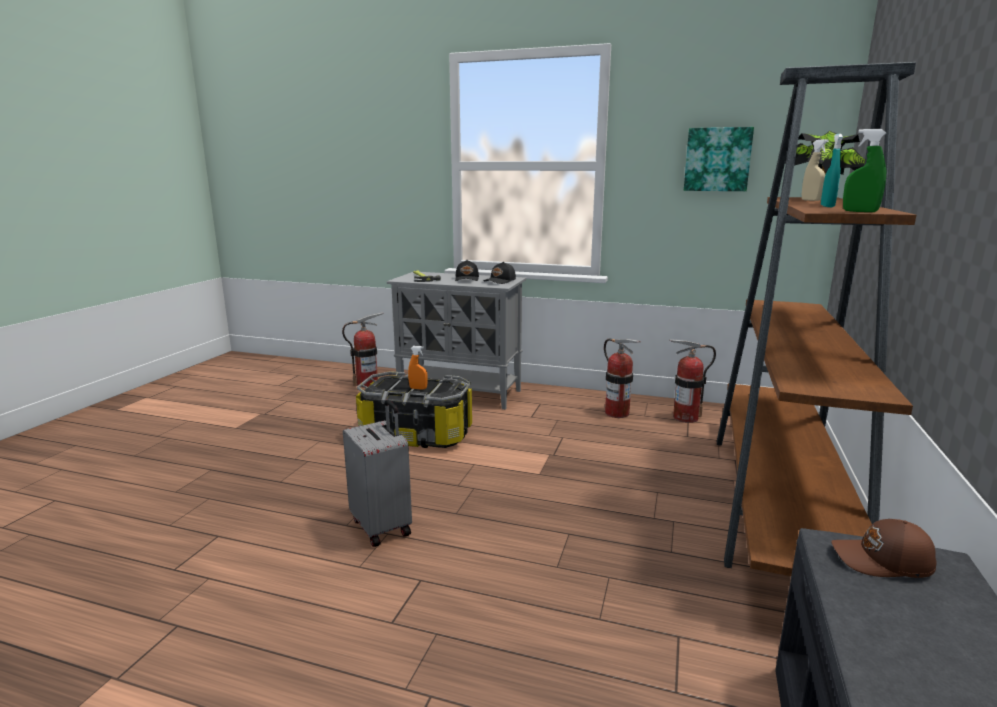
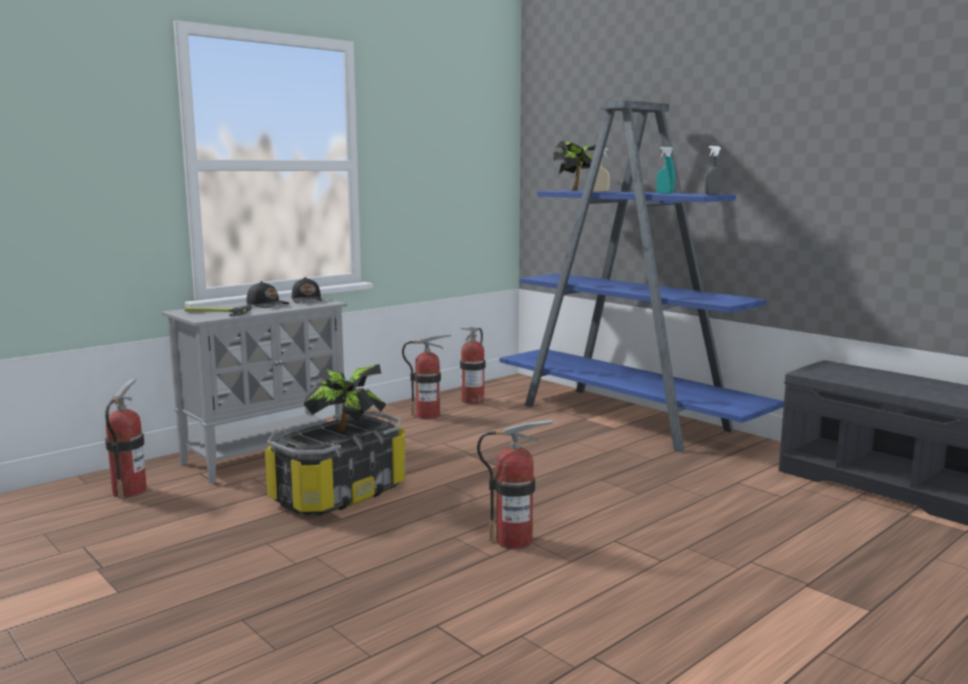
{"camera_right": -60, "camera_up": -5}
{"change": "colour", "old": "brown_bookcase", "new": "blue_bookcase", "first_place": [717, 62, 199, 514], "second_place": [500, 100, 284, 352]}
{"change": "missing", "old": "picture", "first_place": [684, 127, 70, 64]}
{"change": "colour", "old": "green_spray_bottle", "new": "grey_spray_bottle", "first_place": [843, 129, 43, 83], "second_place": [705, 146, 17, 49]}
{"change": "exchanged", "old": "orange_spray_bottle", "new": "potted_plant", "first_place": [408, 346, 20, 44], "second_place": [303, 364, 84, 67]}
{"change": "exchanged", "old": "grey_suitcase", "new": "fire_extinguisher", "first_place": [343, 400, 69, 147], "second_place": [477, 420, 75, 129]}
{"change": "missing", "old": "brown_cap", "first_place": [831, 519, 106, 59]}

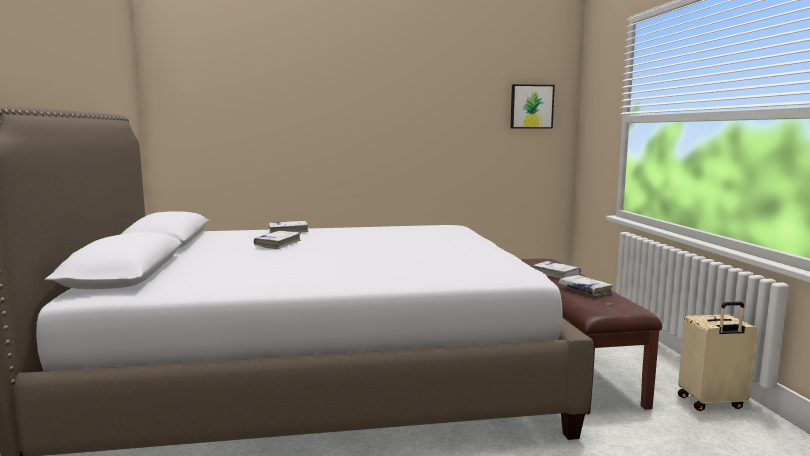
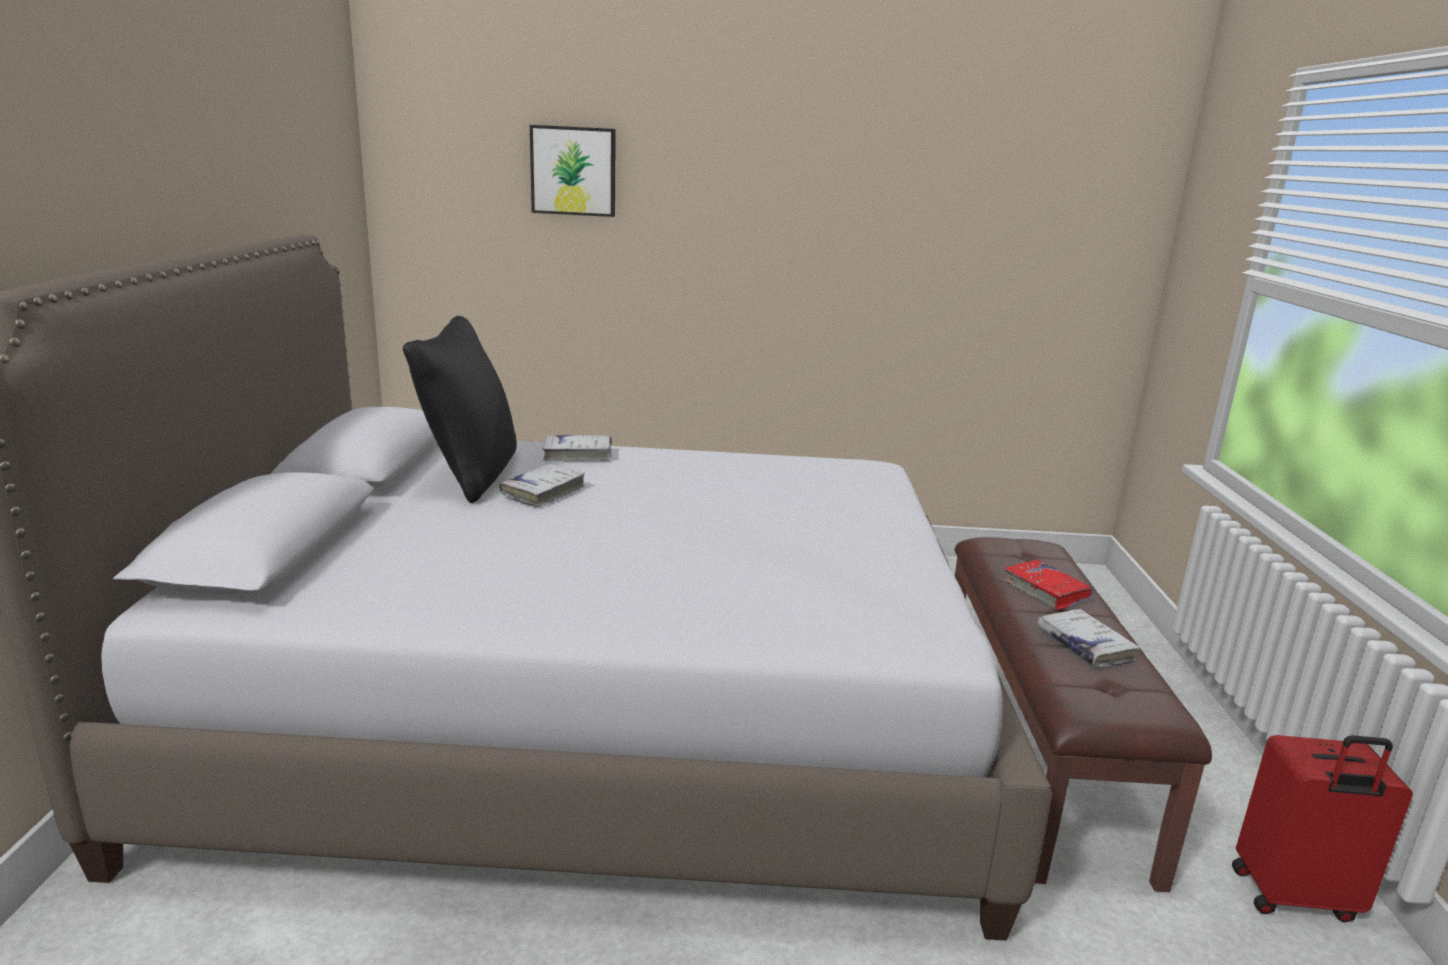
{"camera_right": 10, "camera_up": 10}
{"change": "relocated", "old": "picture", "first_place": [510, 84, 45, 45], "second_place": [530, 125, 86, 92]}
{"change": "colour", "old": "white_book", "new": "red_book", "first_place": [533, 261, 48, 18], "second_place": [1003, 559, 91, 51]}
{"change": "colour", "old": "beige_suitcase", "new": "red_suitcase", "first_place": [678, 302, 79, 109], "second_place": [1232, 735, 181, 188]}
{"change": "appeared", "new": "black_pillow", "second_place": [403, 316, 114, 187]}

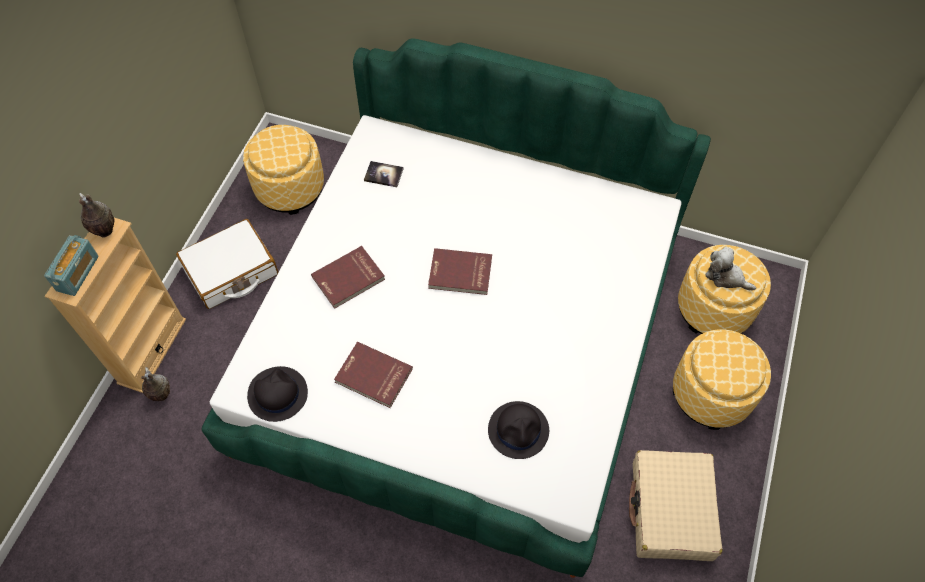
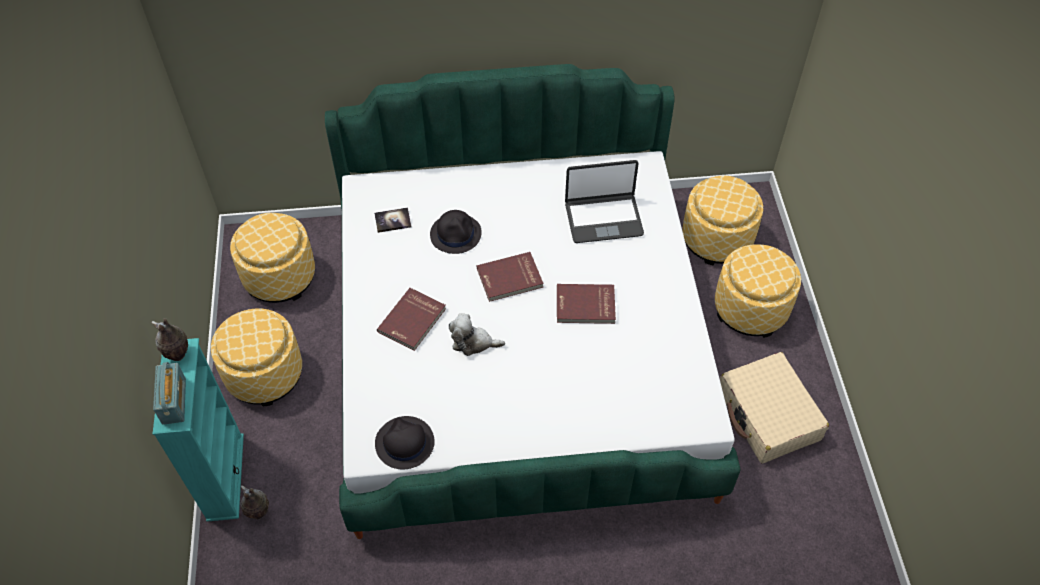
{"camera_right": -25, "camera_up": -5}
{"change": "colour", "old": "beige_bookcase", "new": "turquoise_bookcase", "first_place": [45, 218, 141, 175], "second_place": [153, 338, 91, 184]}
{"change": "exchanged", "old": "white_suitcase", "new": "ottoman", "first_place": [176, 219, 102, 90], "second_place": [211, 309, 91, 98]}
{"change": "relocated", "old": "plush_toy", "first_place": [705, 247, 51, 44], "second_place": [449, 314, 56, 42]}
{"change": "relocated", "old": "red_book", "first_place": [334, 342, 79, 66], "second_place": [557, 284, 59, 40]}
{"change": "relocated", "old": "black_hat", "first_place": [488, 401, 61, 58], "second_place": [430, 210, 52, 44]}
{"change": "appeared", "new": "laptop", "second_place": [565, 160, 79, 83]}

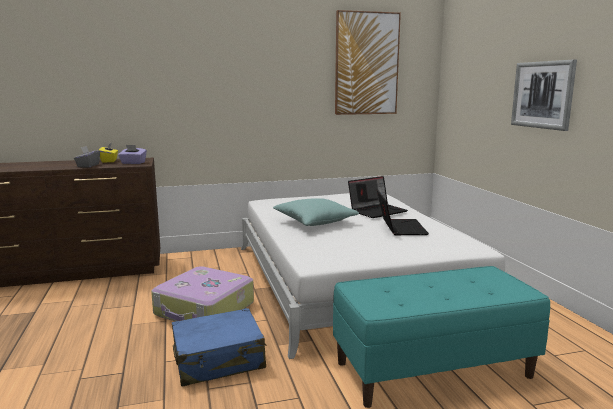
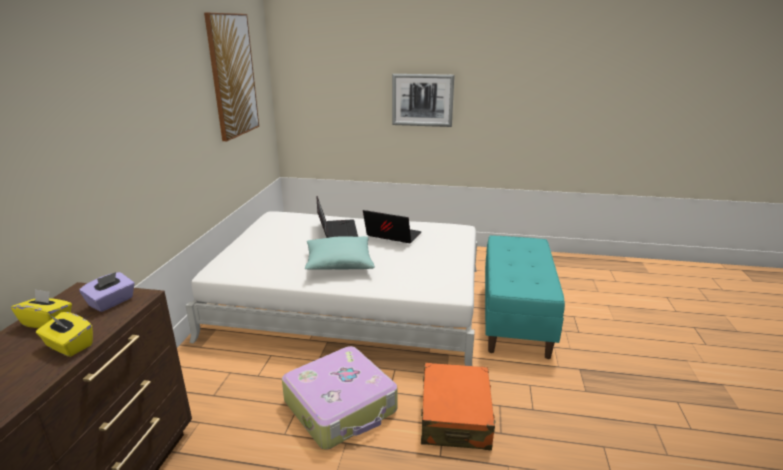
{"camera_right": -65, "camera_up": 10}
{"change": "colour", "old": "grey_tissue_box", "new": "yellow_tissue_box", "first_place": [74, 146, 26, 21], "second_place": [36, 312, 57, 45]}
{"change": "colour", "old": "blue_suitcase", "new": "orange_suitcase", "first_place": [172, 308, 94, 79], "second_place": [421, 363, 74, 87]}

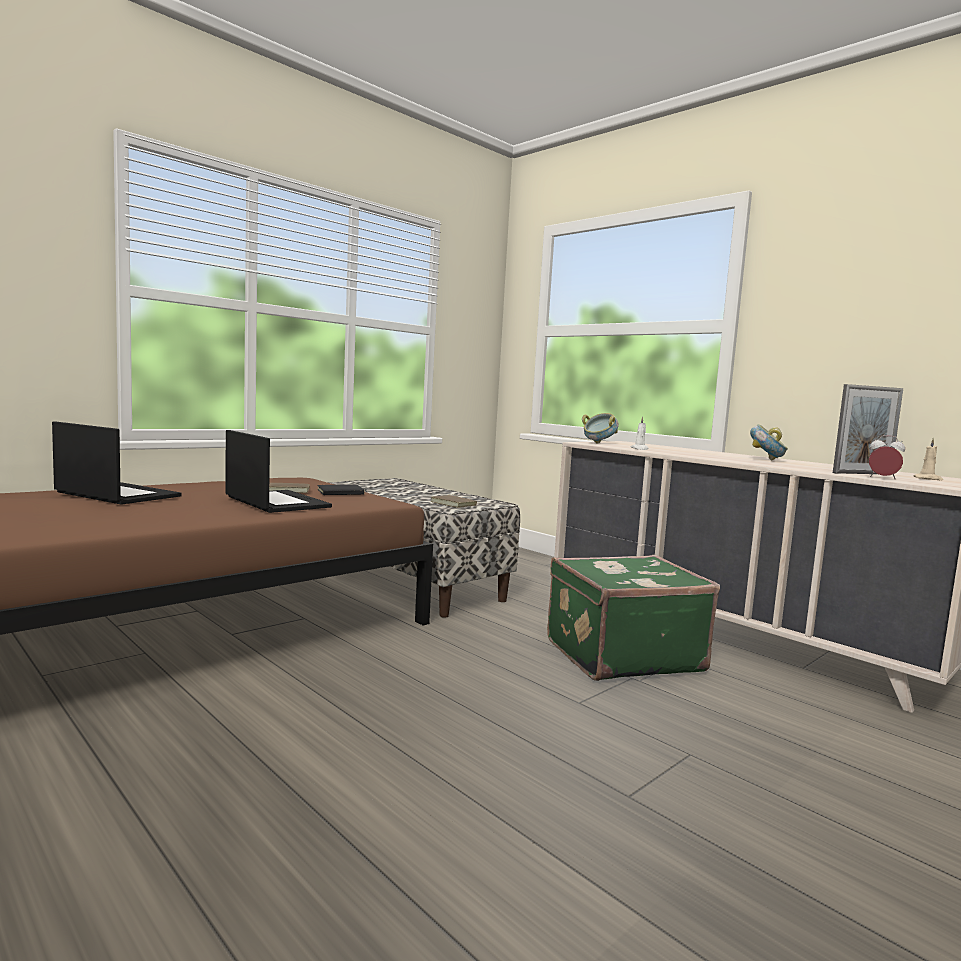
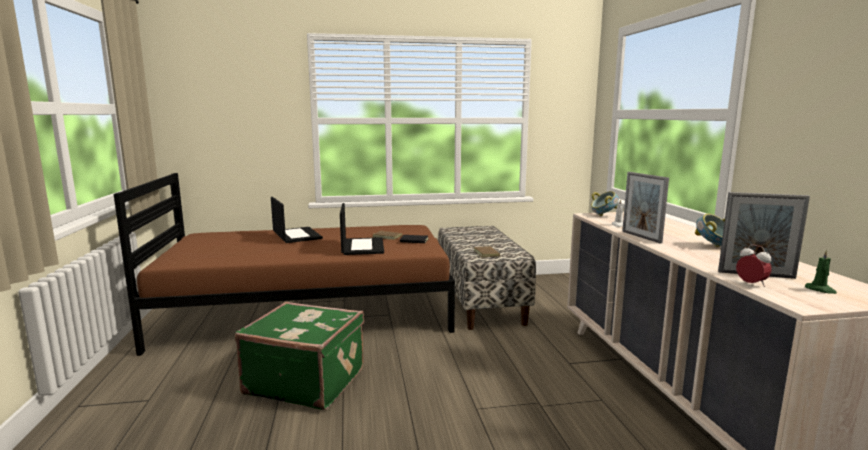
{"camera_right": 35, "camera_up": 5}
{"change": "colour", "old": "beige_candle", "new": "green_candle", "first_place": [914, 438, 29, 42], "second_place": [805, 250, 32, 44]}
{"change": "relocated", "old": "green_suitcase", "first_place": [547, 555, 173, 126], "second_place": [235, 302, 129, 108]}
{"change": "appeared", "new": "picture_frame", "second_place": [622, 172, 47, 71]}

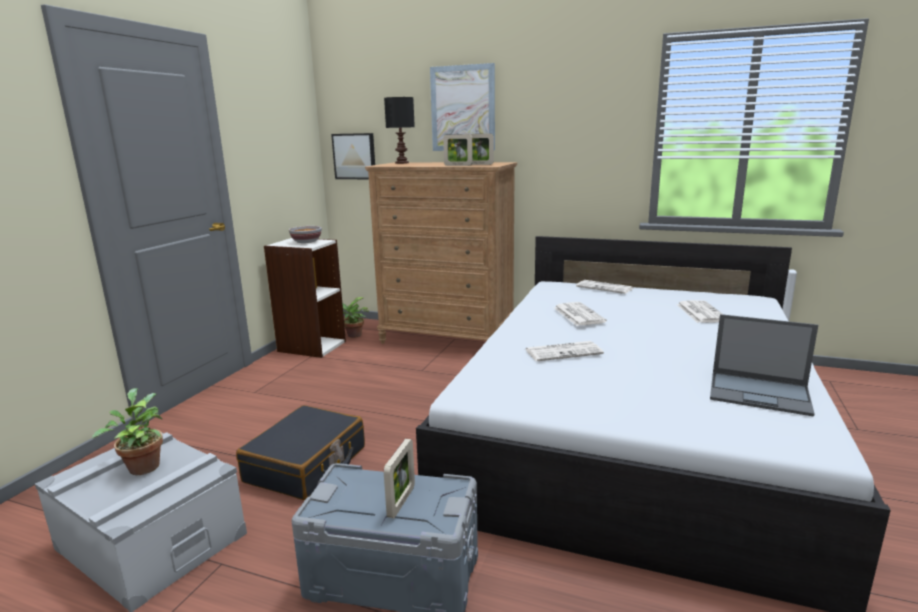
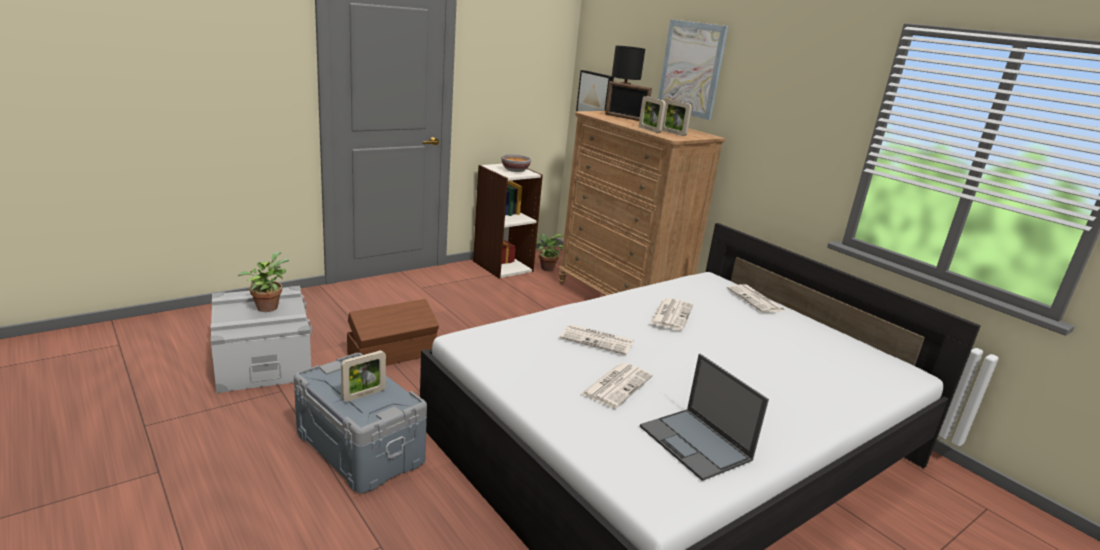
{"camera_right": 30, "camera_up": 5}
{"change": "relocated", "old": "newspaper", "first_place": [676, 300, 48, 23], "second_place": [581, 363, 72, 45]}
{"change": "exchanged", "old": "black_suitcase", "new": "brown_storage_box", "first_place": [236, 405, 129, 95], "second_place": [347, 299, 92, 67]}
{"change": "appeared", "new": "picture_frame", "second_place": [605, 81, 47, 40]}

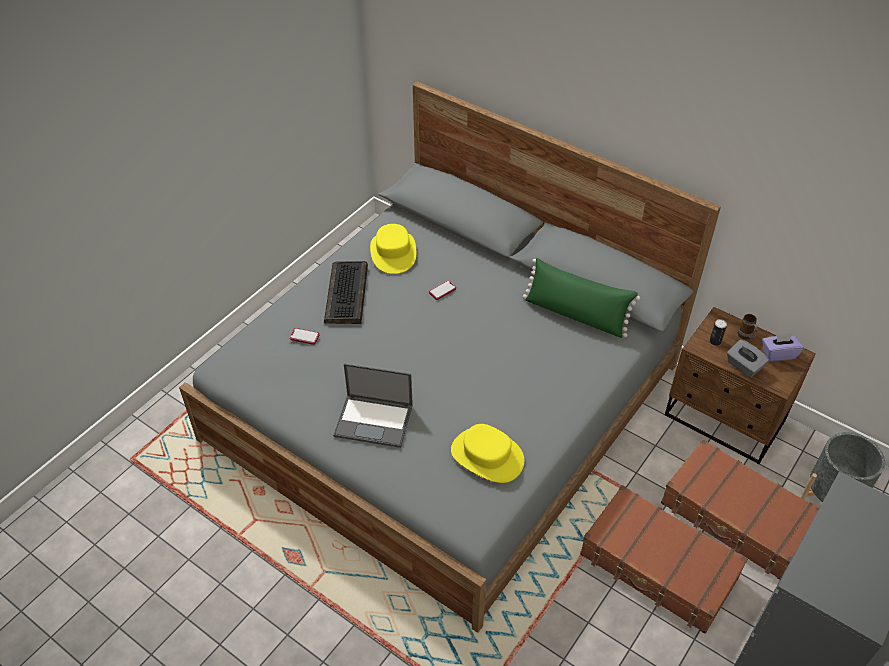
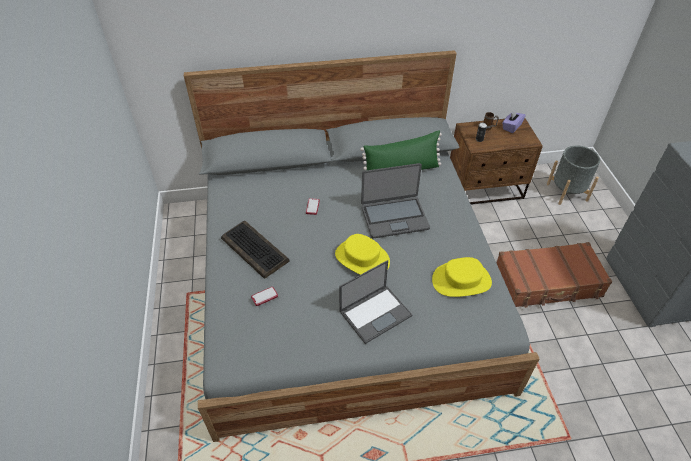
{"camera_right": -45, "camera_up": 0}
{"change": "relocated", "old": "yellow_hat", "first_place": [370, 224, 46, 50], "second_place": [335, 234, 55, 41]}
{"change": "missing", "old": "grey_tissue_box", "first_place": [727, 339, 42, 39]}
{"change": "missing", "old": "brown_suitcase", "first_place": [661, 439, 158, 141]}
{"change": "appeared", "new": "laptop", "second_place": [361, 163, 69, 76]}

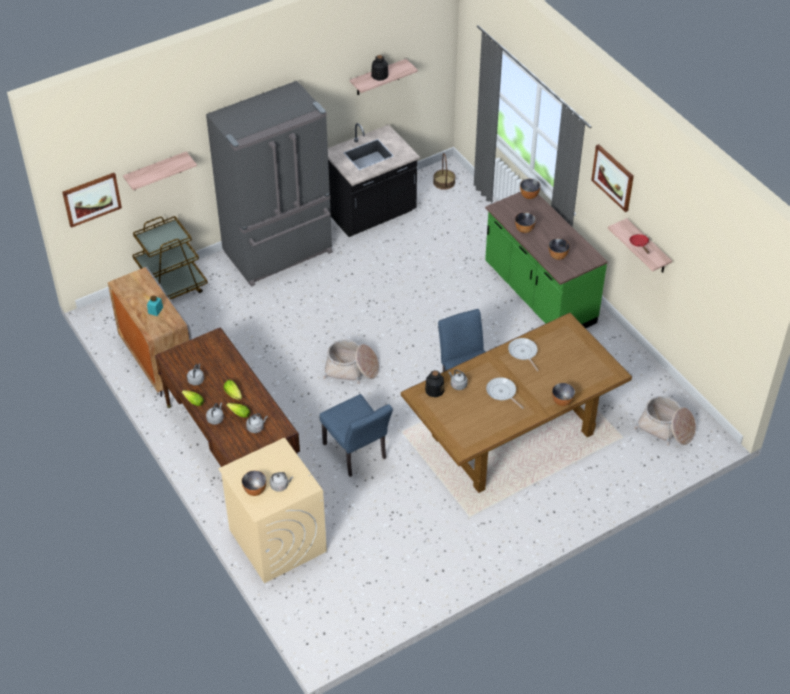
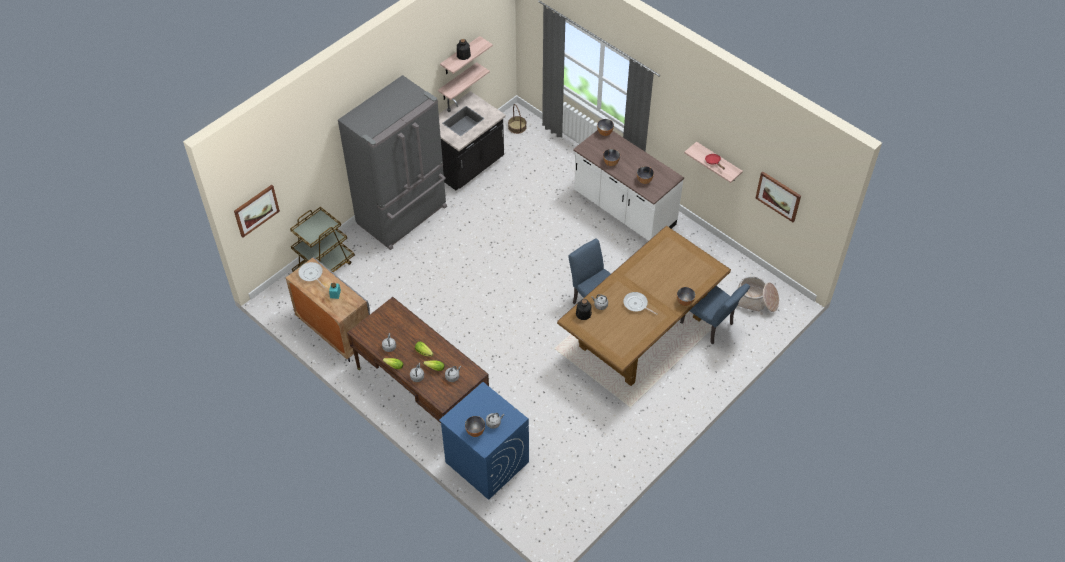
{"camera_right": -15, "camera_up": 5}
{"change": "relocated", "old": "picture", "first_place": [591, 144, 43, 68], "second_place": [756, 171, 45, 51]}
{"change": "relocated", "old": "shelf", "first_place": [123, 151, 74, 39], "second_place": [438, 62, 52, 38]}
{"change": "colour", "old": "green_counter", "new": "white_counter", "first_place": [485, 192, 123, 136], "second_place": [573, 130, 111, 111]}
{"change": "relocated", "old": "frying_pan", "first_place": [508, 338, 30, 33], "second_place": [298, 262, 28, 26]}
{"change": "missing", "old": "basket", "first_place": [323, 340, 56, 44]}
{"change": "relocated", "old": "blue_chair", "first_place": [320, 394, 73, 83], "second_place": [680, 283, 70, 62]}
{"change": "colour", "old": "beige_washing_machine", "new": "blue_washing_machine", "first_place": [218, 438, 109, 145], "second_place": [439, 382, 90, 118]}

